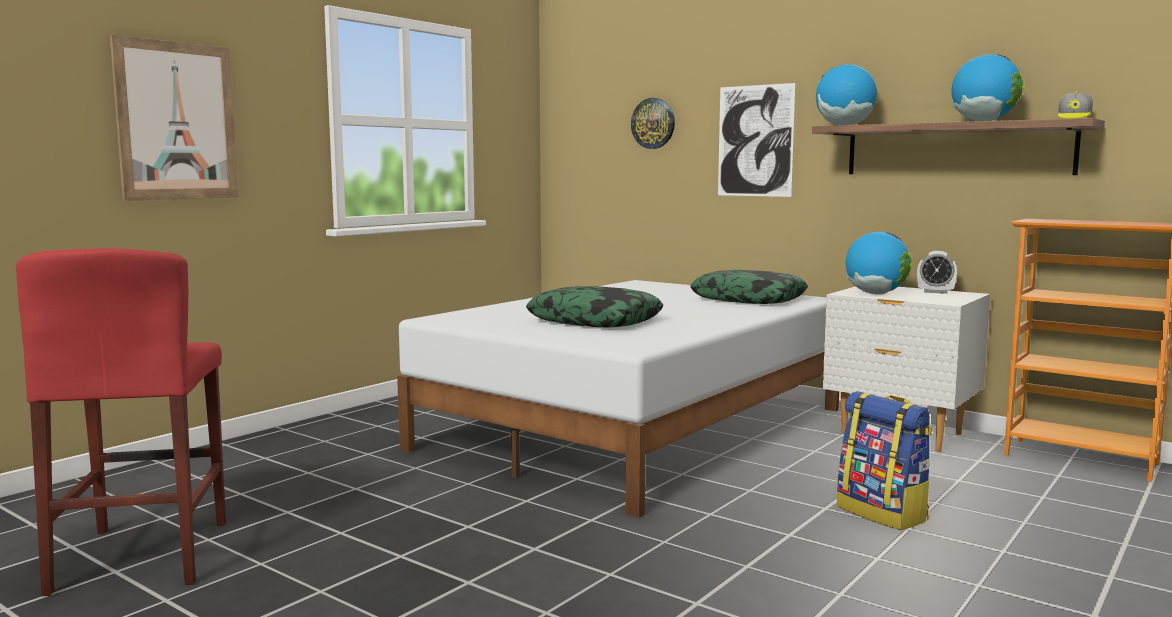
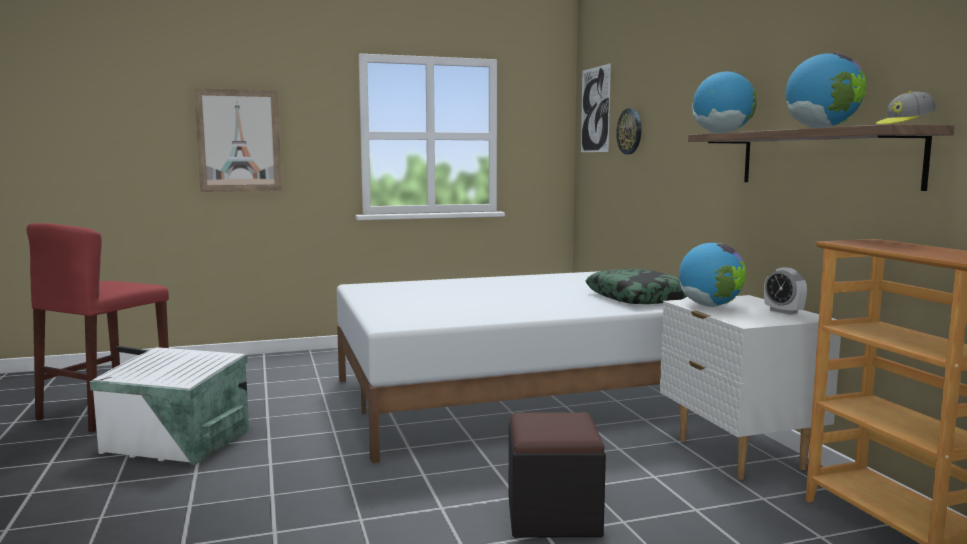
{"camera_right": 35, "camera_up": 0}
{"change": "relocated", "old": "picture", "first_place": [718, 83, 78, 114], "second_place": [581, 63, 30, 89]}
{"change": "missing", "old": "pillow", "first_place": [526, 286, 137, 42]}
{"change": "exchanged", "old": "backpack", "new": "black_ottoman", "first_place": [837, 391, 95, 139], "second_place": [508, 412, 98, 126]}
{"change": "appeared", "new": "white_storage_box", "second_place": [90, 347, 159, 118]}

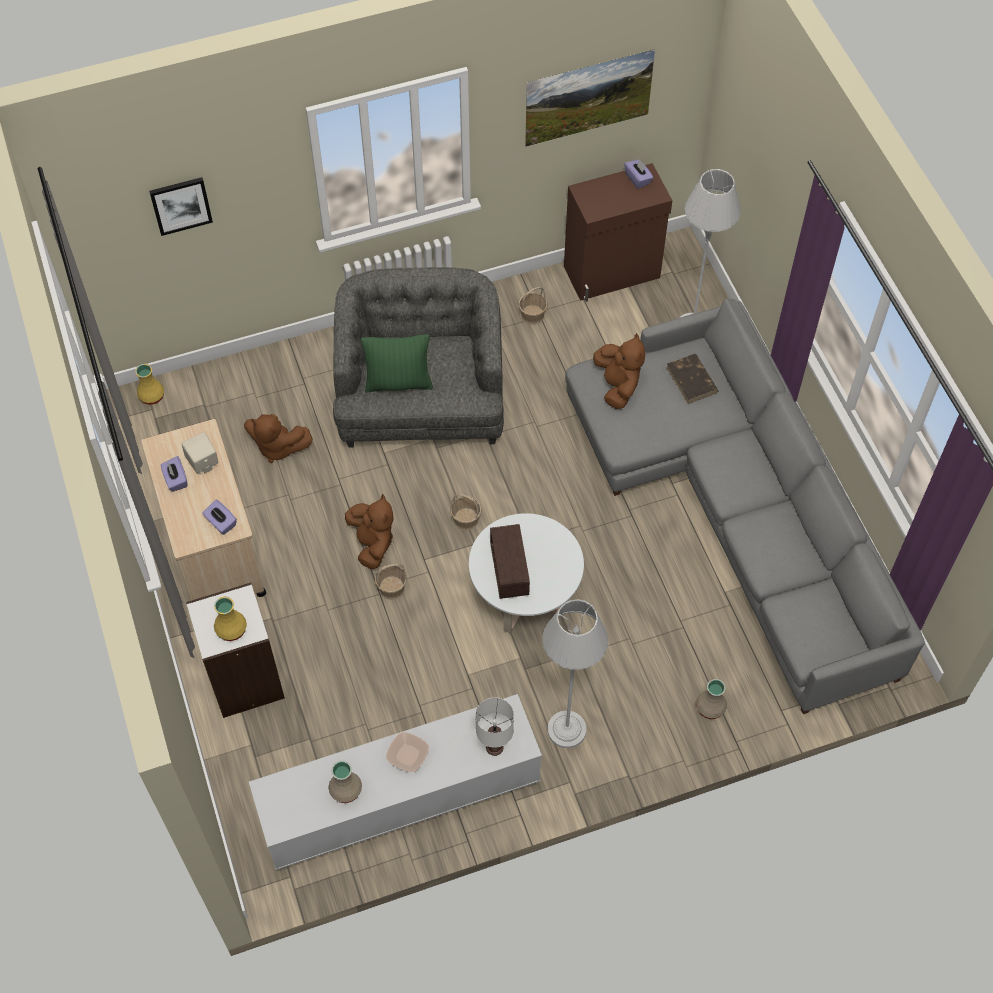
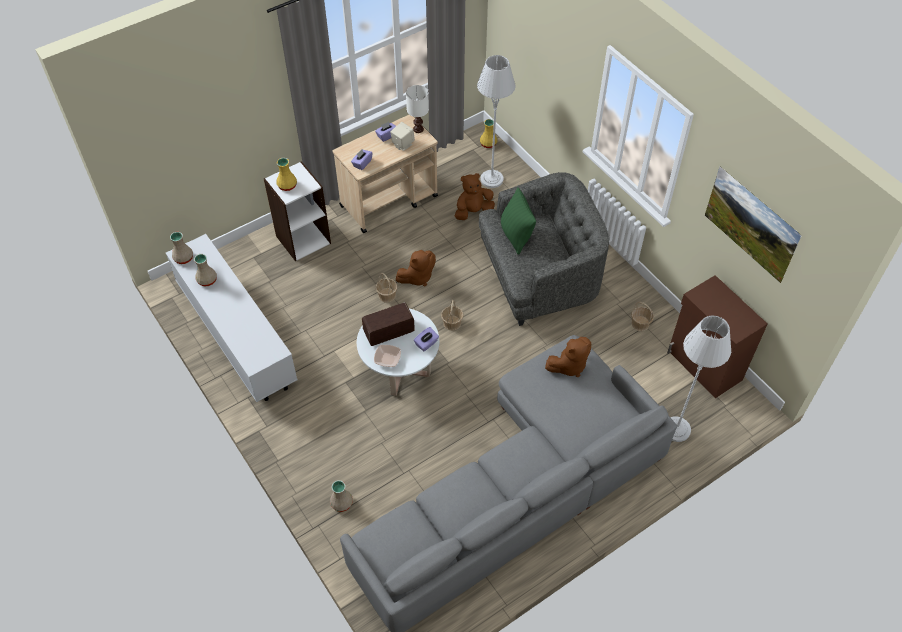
{"camera_right": 75, "camera_up": -5}
{"change": "relocated", "old": "purple_tissue_box", "first_place": [624, 159, 29, 30], "second_place": [414, 327, 25, 25]}
{"change": "missing", "old": "picture", "first_place": [149, 177, 64, 59]}
{"change": "missing", "old": "brown_book", "first_place": [666, 354, 52, 50]}
{"change": "spun", "old": "brown_plush_toy", "first_place": [244, 414, 69, 49], "second_place": [455, 173, 40, 47], "degrees": 60}
{"change": "relocated", "old": "grey_floor_lamp", "first_place": [542, 599, 66, 149], "second_place": [477, 55, 39, 133]}
{"change": "relocated", "old": "white_table_lamp", "first_place": [475, 697, 39, 59], "second_place": [406, 85, 23, 48]}
{"change": "relocated", "old": "bowl", "first_place": [386, 732, 43, 40], "second_place": [374, 345, 27, 22]}
{"change": "appeared", "new": "beige_vase", "second_place": [170, 232, 23, 32]}

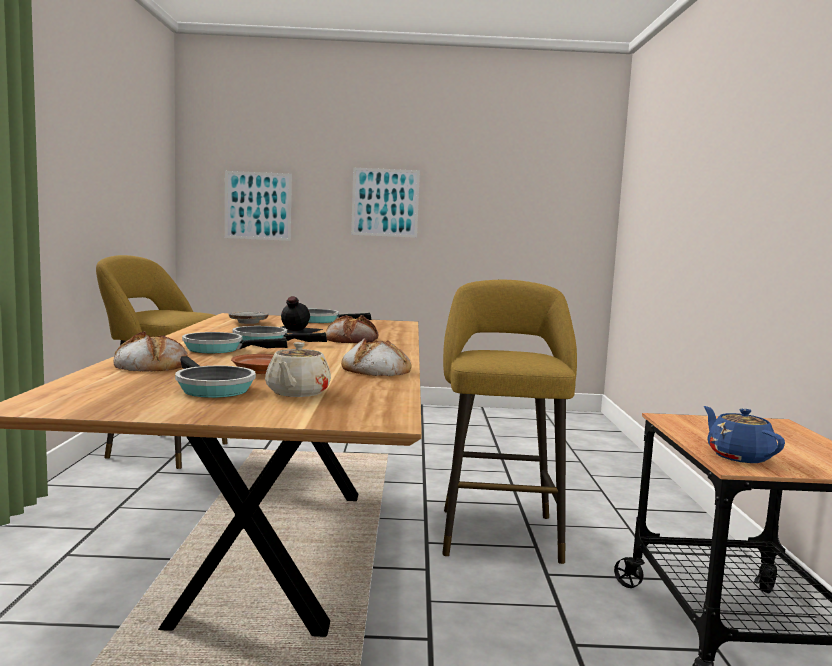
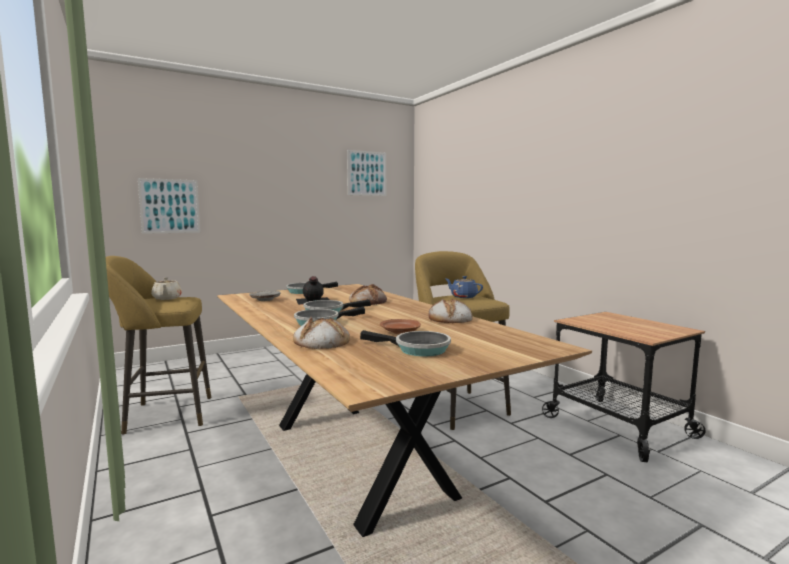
{"camera_right": -30, "camera_up": 0}
{"change": "relocated", "old": "picture", "first_place": [351, 168, 69, 70], "second_place": [347, 150, 39, 46]}
{"change": "relocated", "old": "beige_teapot", "first_place": [265, 342, 66, 55], "second_place": [151, 277, 31, 23]}
{"change": "relocated", "old": "blue_teapot", "first_place": [704, 406, 81, 57], "second_place": [446, 276, 37, 22]}

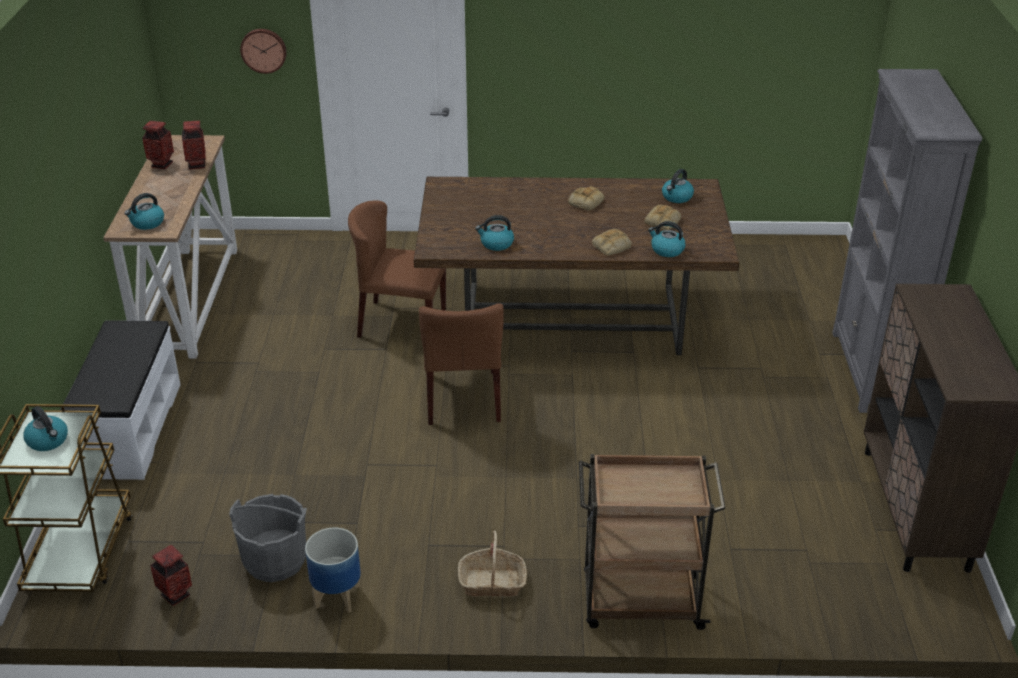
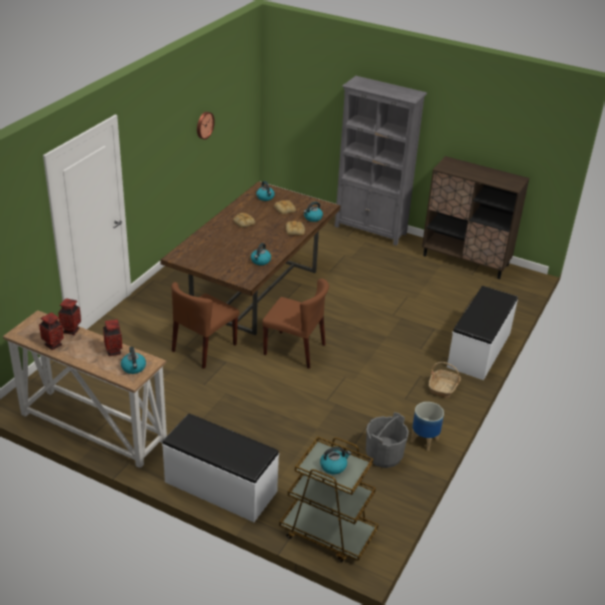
{"camera_right": -65, "camera_up": 0}
{"change": "relocated", "old": "wall_clock", "first_place": [240, 29, 47, 45], "second_place": [197, 112, 18, 28]}
{"change": "exchanged", "old": "brown_cart", "new": "white_bench", "first_place": [579, 454, 147, 176], "second_place": [447, 286, 71, 94]}
{"change": "relocated", "old": "vase", "first_place": [150, 545, 42, 61], "second_place": [103, 319, 19, 37]}

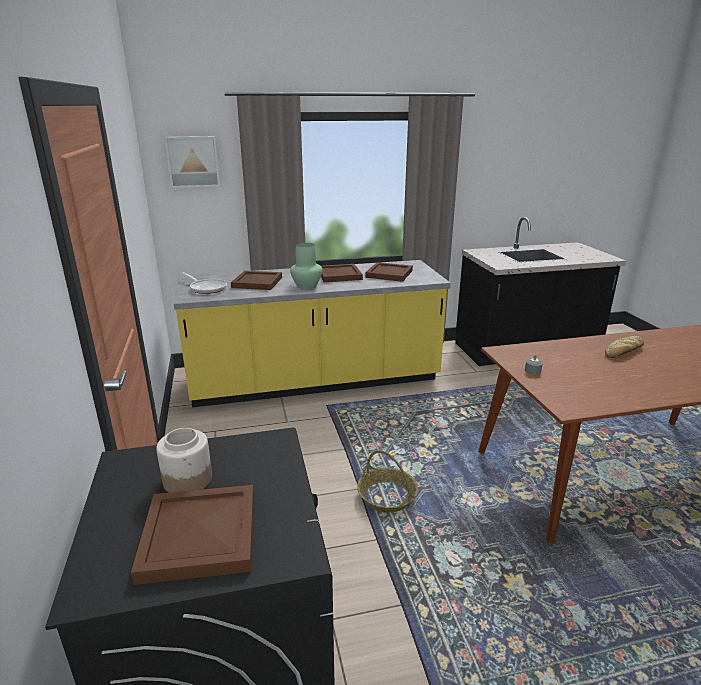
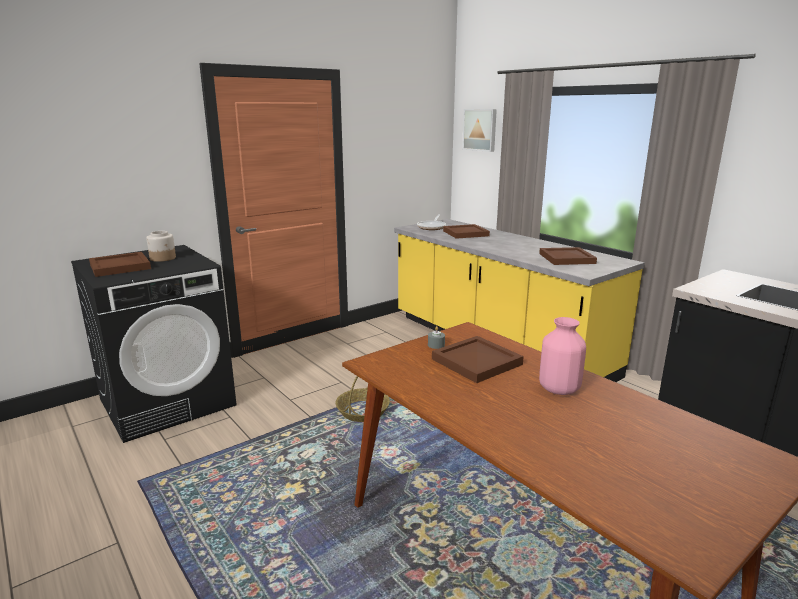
{"camera_right": 65, "camera_up": -5}
{"change": "missing", "old": "green_vase", "first_place": [290, 243, 32, 46]}
{"change": "relocated", "old": "brown_tray", "first_place": [321, 264, 42, 18], "second_place": [432, 336, 92, 47]}
{"change": "exchanged", "old": "bread", "new": "pink_vase", "first_place": [605, 336, 39, 22], "second_place": [539, 317, 47, 78]}

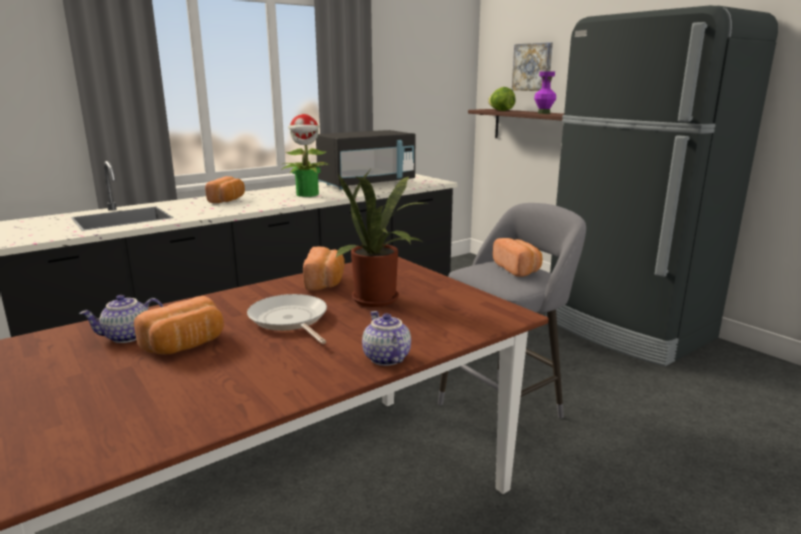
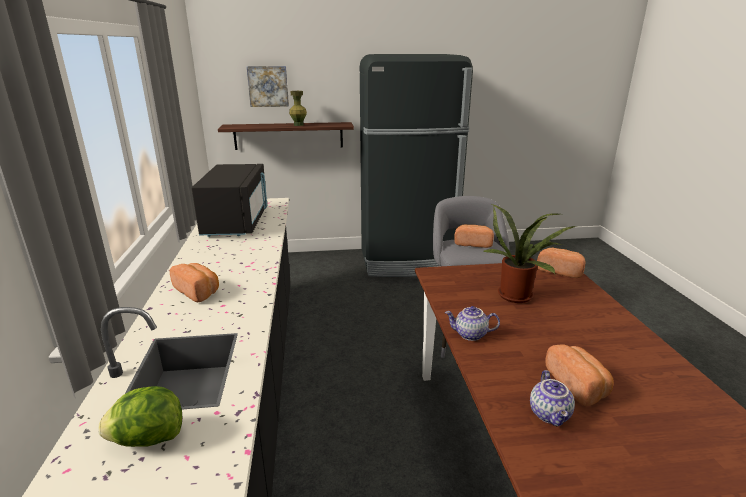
{"camera_right": -60, "camera_up": 5}
{"change": "colour", "old": "purple_vase", "new": "green_vase", "first_place": [534, 71, 22, 43], "second_place": [289, 91, 18, 35]}
{"change": "relocated", "old": "lettuce", "first_place": [488, 87, 28, 24], "second_place": [98, 386, 84, 61]}
{"change": "missing", "old": "potted_plant", "first_place": [281, 114, 48, 83]}
{"change": "relocated", "old": "bread", "first_place": [303, 247, 42, 44], "second_place": [537, 248, 48, 30]}
{"change": "missing", "old": "frying_pan", "first_place": [247, 294, 80, 50]}
{"change": "relocated", "old": "teapot", "first_place": [362, 311, 49, 55], "second_place": [445, 306, 55, 35]}

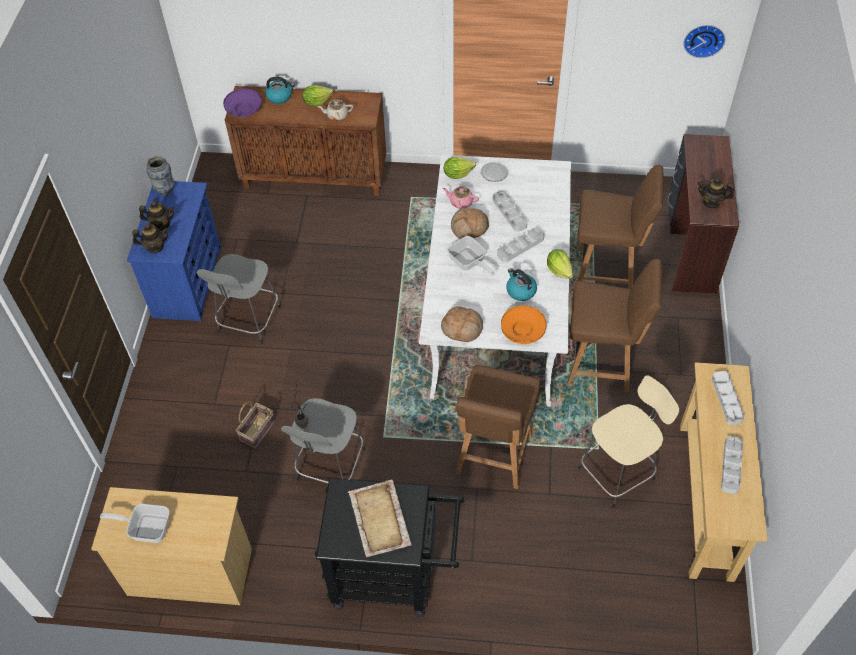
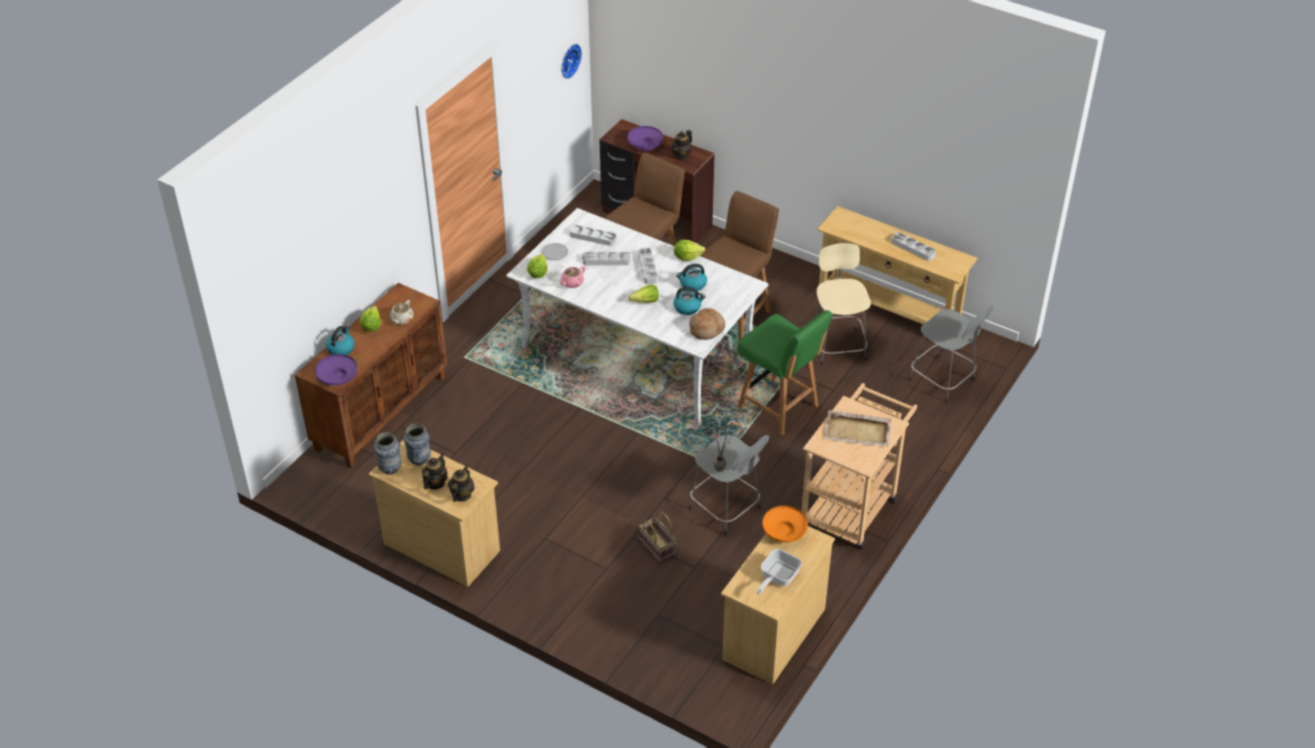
{"camera_right": -65, "camera_up": -10}
{"change": "colour", "old": "blue_dresser", "new": "beige_dresser", "first_place": [127, 181, 94, 140], "second_place": [369, 439, 131, 148]}
{"change": "missing", "old": "bread", "first_place": [451, 208, 38, 31]}
{"change": "exchanged", "old": "frying_pan", "new": "lettuce", "first_place": [447, 236, 48, 40], "second_place": [628, 284, 31, 19]}
{"change": "relocated", "old": "grey_stool", "first_place": [197, 254, 84, 90], "second_place": [909, 305, 84, 98]}
{"change": "relocated", "old": "orange_bowl", "first_place": [501, 306, 45, 38], "second_place": [763, 506, 45, 37]}
{"change": "colour", "old": "brown_chair", "new": "green_chair", "first_place": [456, 365, 84, 124], "second_place": [737, 310, 96, 126]}
{"change": "relocated", "old": "grey_tray", "first_place": [712, 371, 32, 54], "second_place": [569, 225, 47, 21]}
{"change": "colour", "old": "black_cart", "new": "beige_cart", "first_place": [315, 478, 149, 139], "second_place": [801, 383, 116, 166]}
{"change": "appeared", "new": "purple_bowl", "second_place": [627, 126, 36, 25]}
{"change": "appeared", "new": "kettle", "second_place": [673, 287, 33, 28]}
{"change": "appeared", "new": "vase", "second_place": [404, 424, 27, 42]}

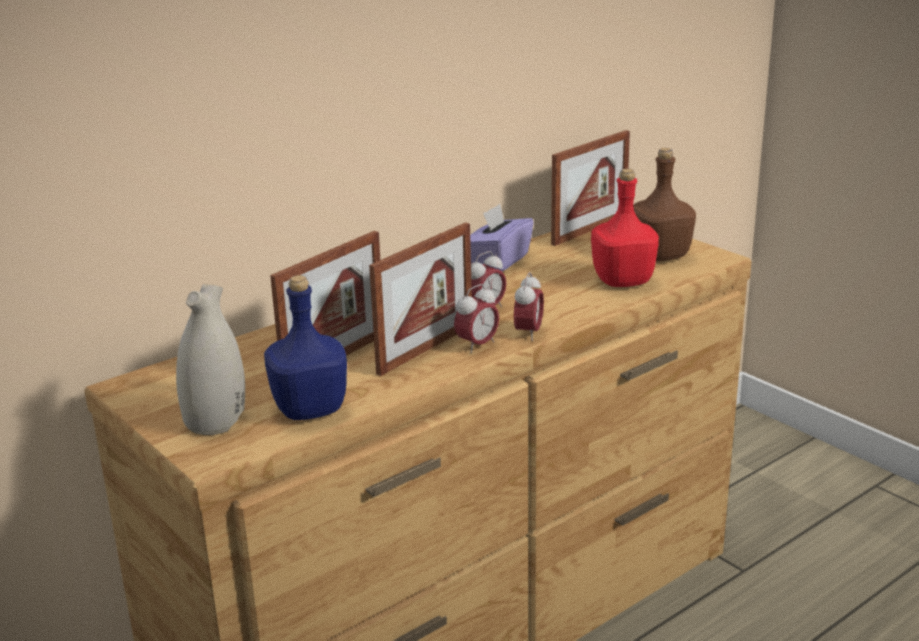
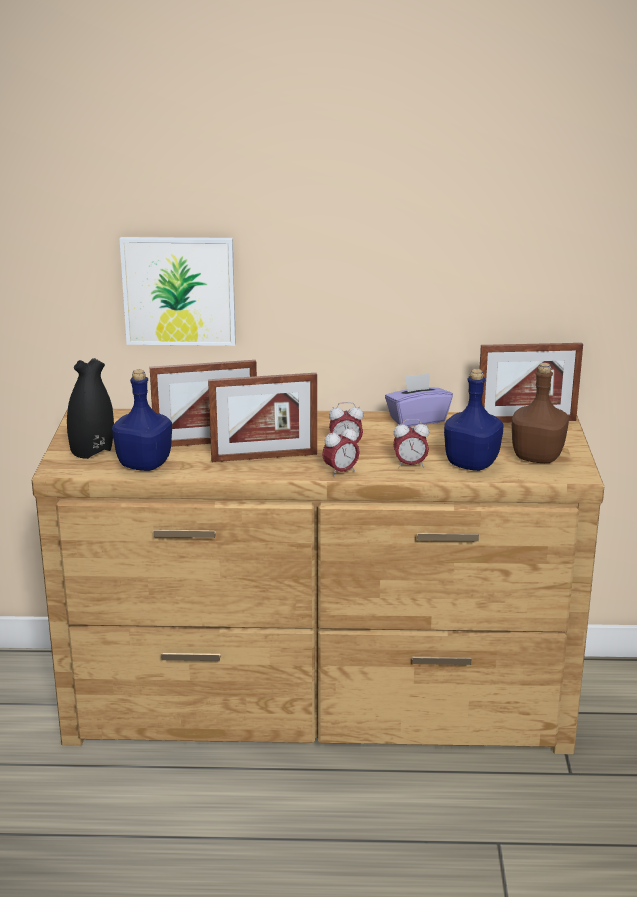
{"camera_right": 40, "camera_up": 0}
{"change": "colour", "old": "red_bottle", "new": "blue_bottle", "first_place": [591, 169, 68, 118], "second_place": [444, 369, 60, 102]}
{"change": "colour", "old": "white_vase", "new": "black_vase", "first_place": [176, 284, 69, 151], "second_place": [67, 358, 47, 101]}
{"change": "relocated", "old": "alarm_clock", "first_place": [454, 284, 45, 69], "second_place": [393, 419, 36, 49]}
{"change": "appeared", "new": "picture", "second_place": [119, 237, 117, 109]}

